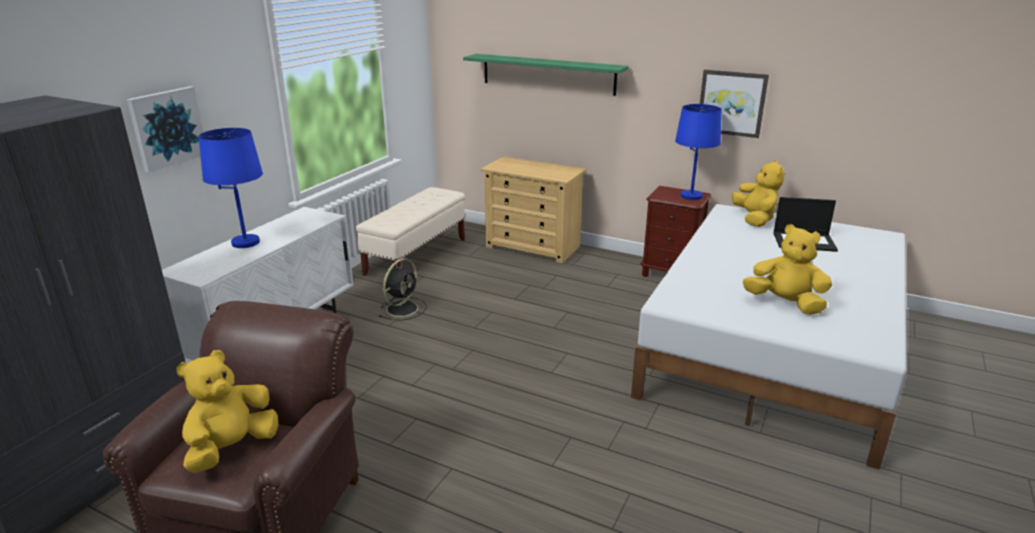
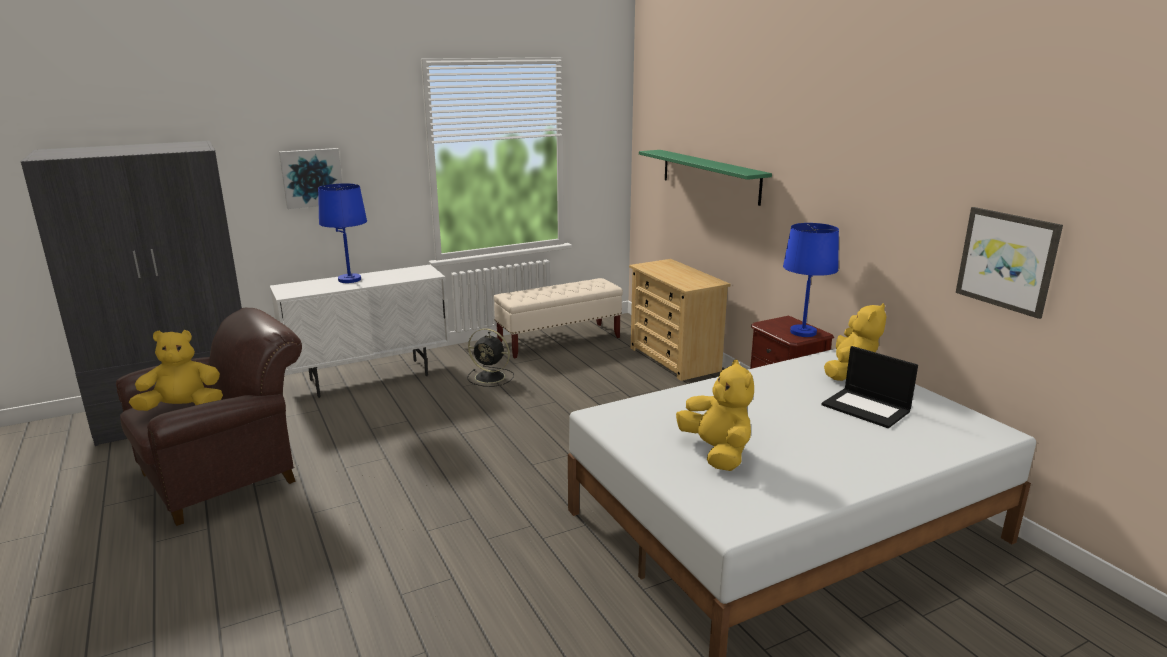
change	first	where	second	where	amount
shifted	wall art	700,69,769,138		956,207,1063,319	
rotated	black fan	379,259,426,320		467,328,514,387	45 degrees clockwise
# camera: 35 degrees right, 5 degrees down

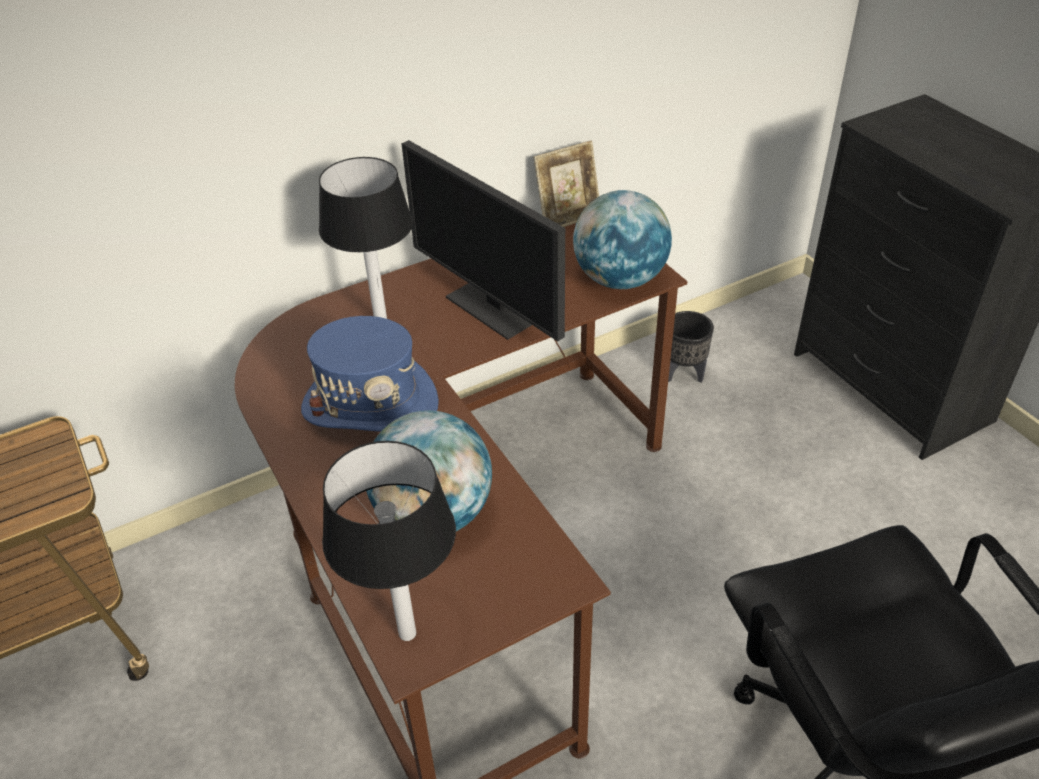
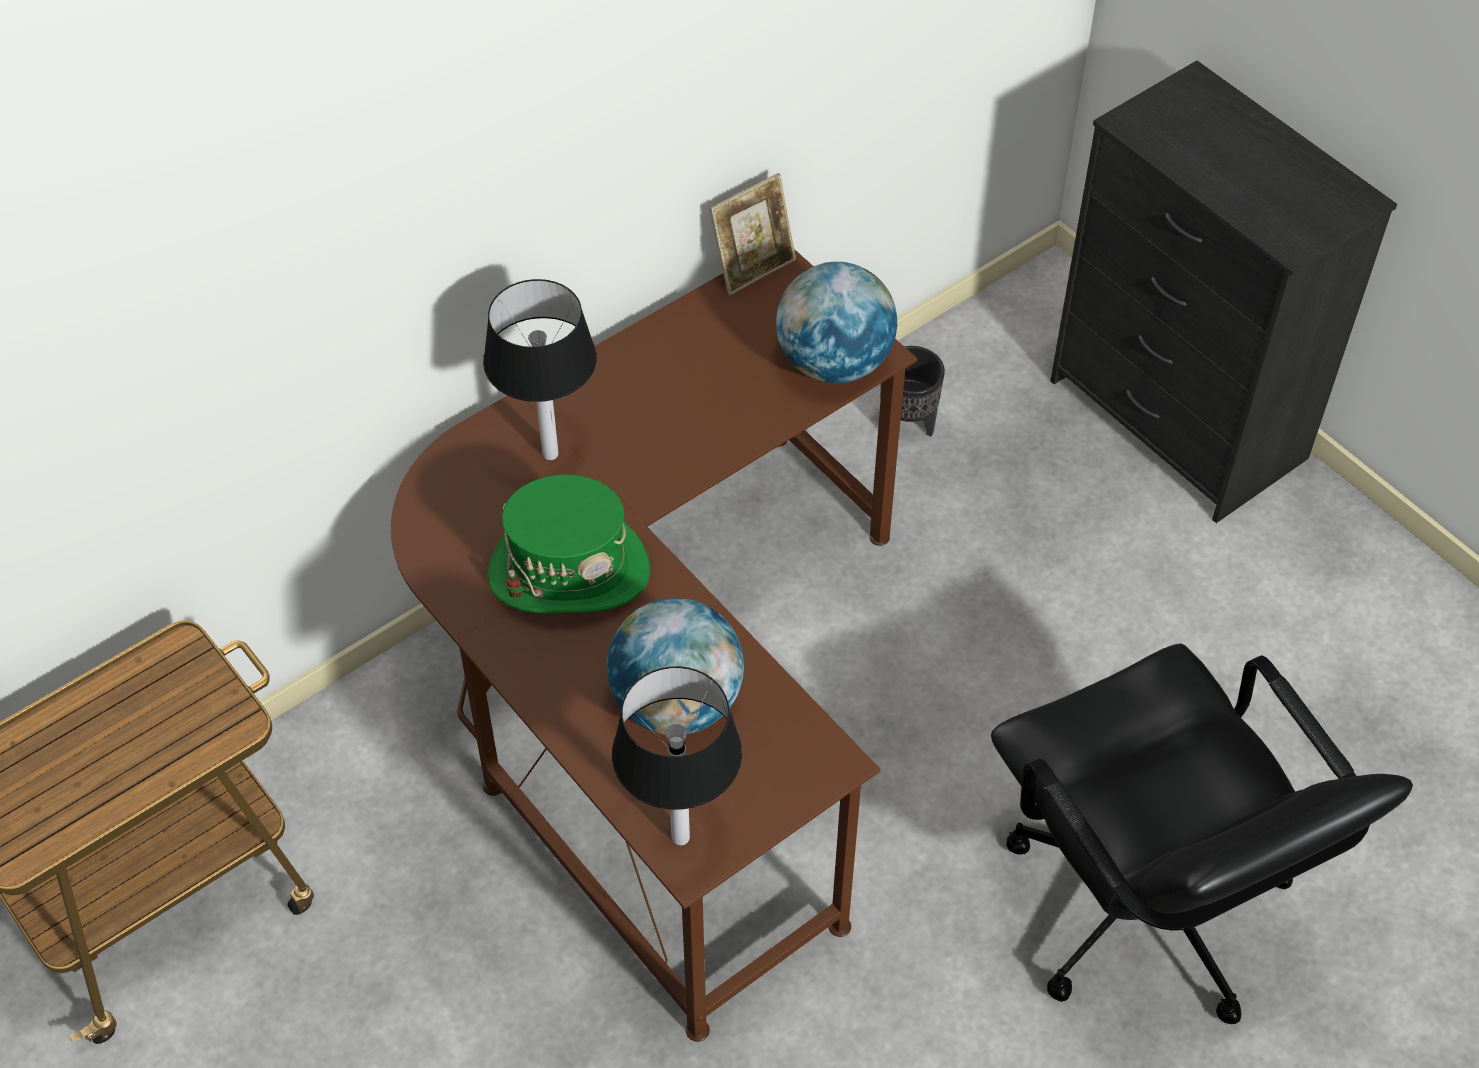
change	first	where	second	where	amount
gone	computer display	401,140,565,341			
repainted	bluish wearable hat	301,316,439,432	green wearable hat	488,475,650,613	
# camera: 10 degrees left, 10 degrees up

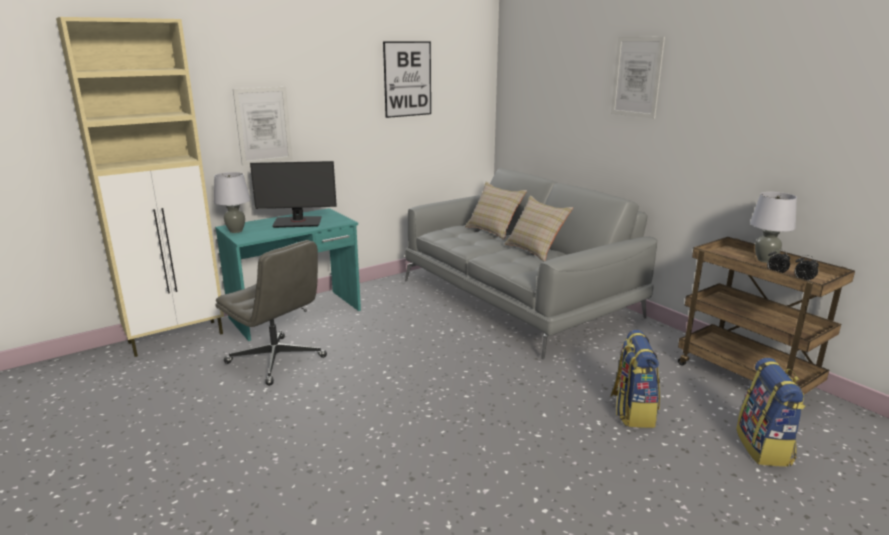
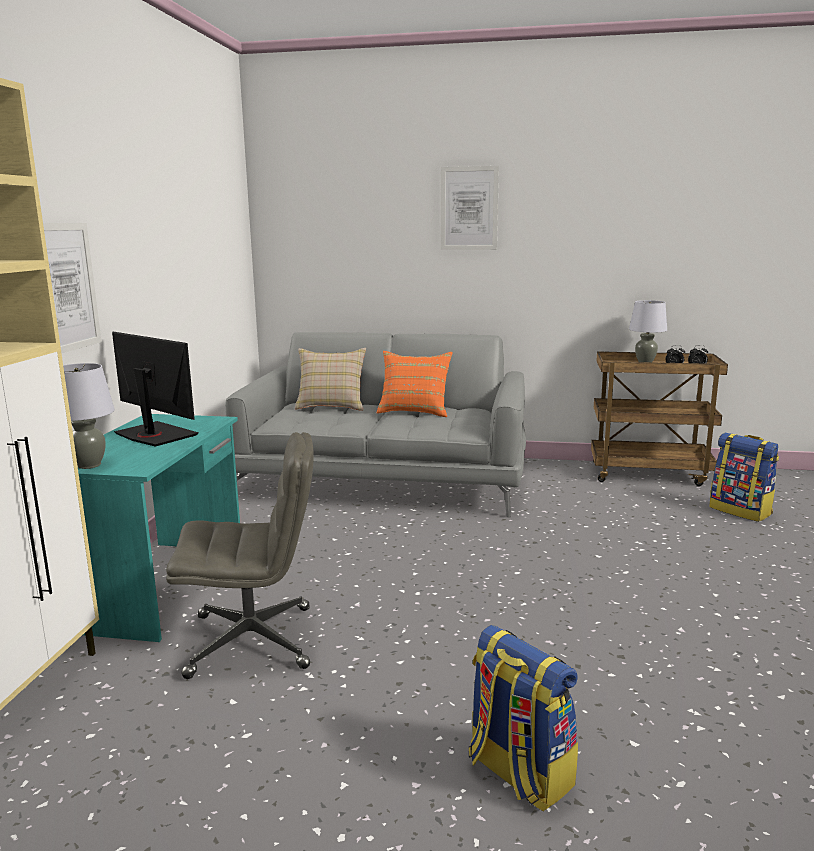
change	first	where	second	where	amount
gone	wall art	383,42,431,118			
shifted	backpack	611,330,660,428		469,625,578,811	
repainted	beige throw pillow	505,195,573,261	orange throw pillow	377,351,453,417	
rotated	computer display	250,161,337,228		112,332,199,447	90 degrees counterclockwise
# camera: 45 degrees left, 5 degrees down

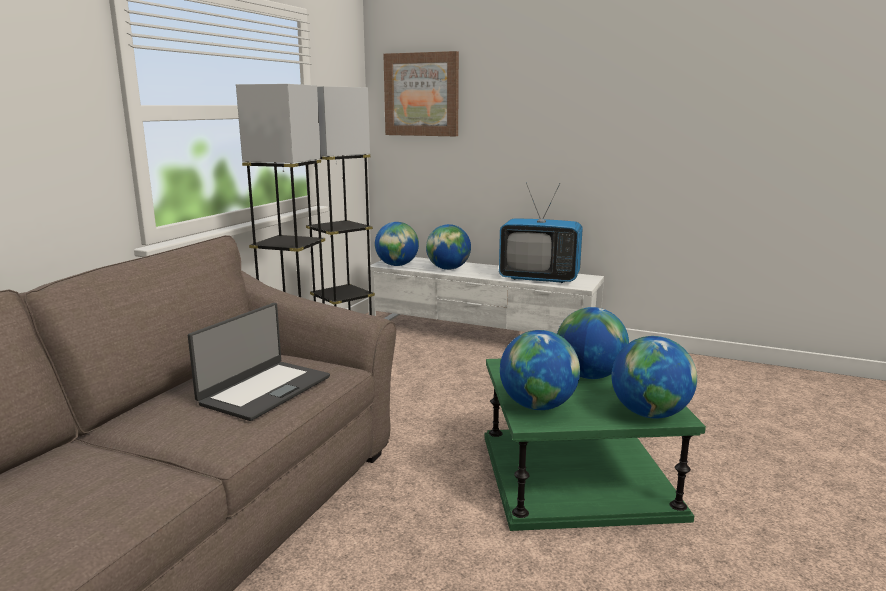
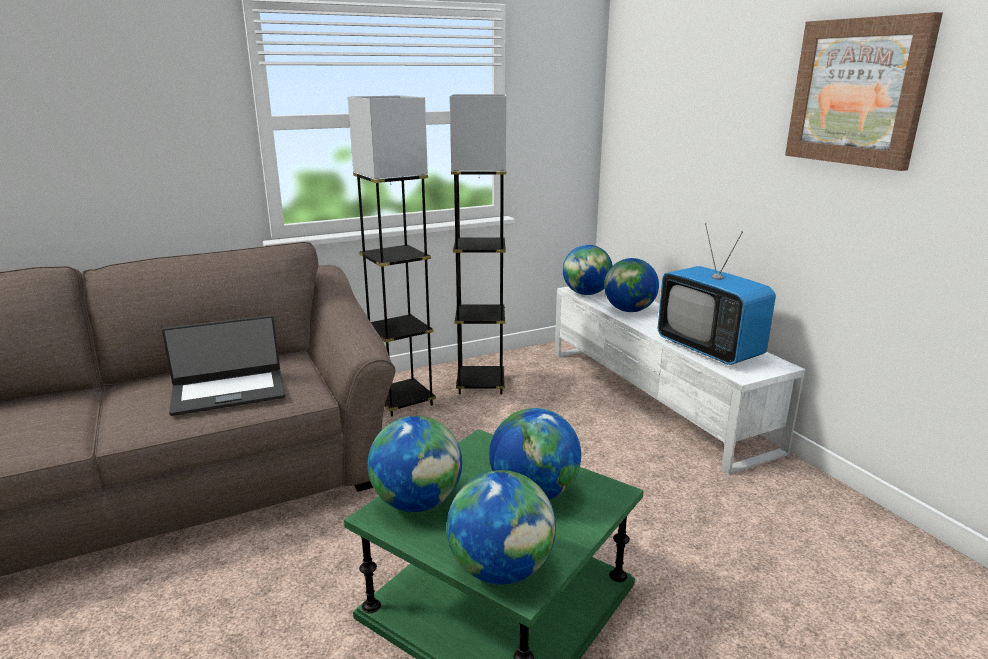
change	first	where	second	where	amount
shifted	wall art	383,51,459,136		785,12,943,171	
# camera: 40 degrees right, 5 degrees up

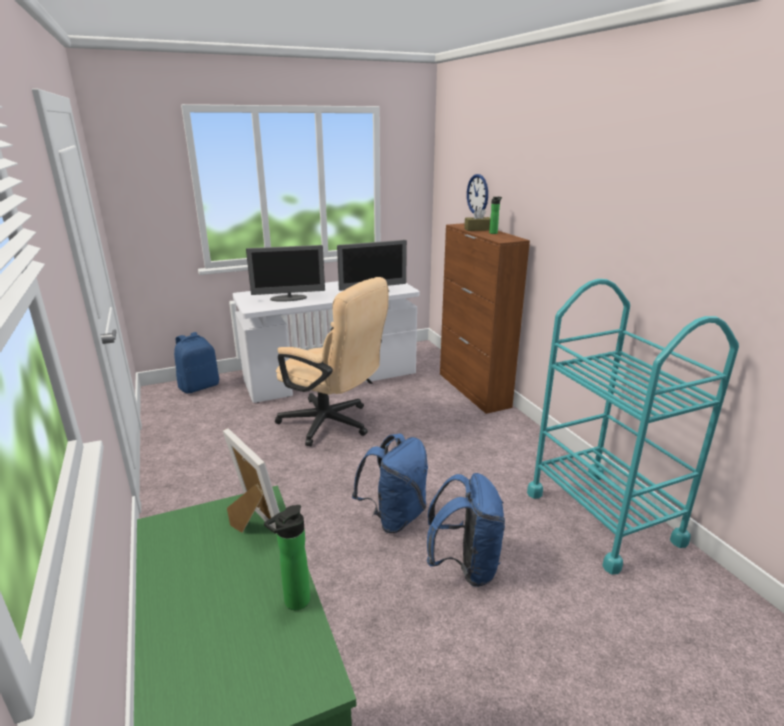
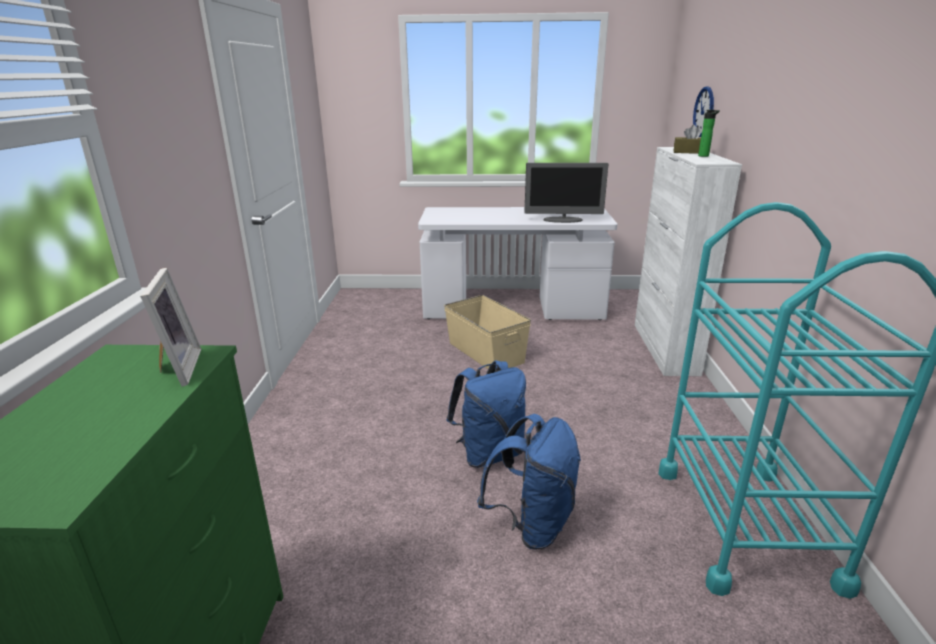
change	first	where	second	where	amount
gone	bluish backpack	174,332,219,394			
gone	computer display	246,245,325,302			
gone	bottle	264,505,310,610			
swapped	beige office chair	275,277,389,446	beige storage container	444,295,531,369	
repainted	brown cupboard	440,223,530,414	white-coloured cupboard	635,147,742,376	
# camera: 25 degrees right, 0 degrees up

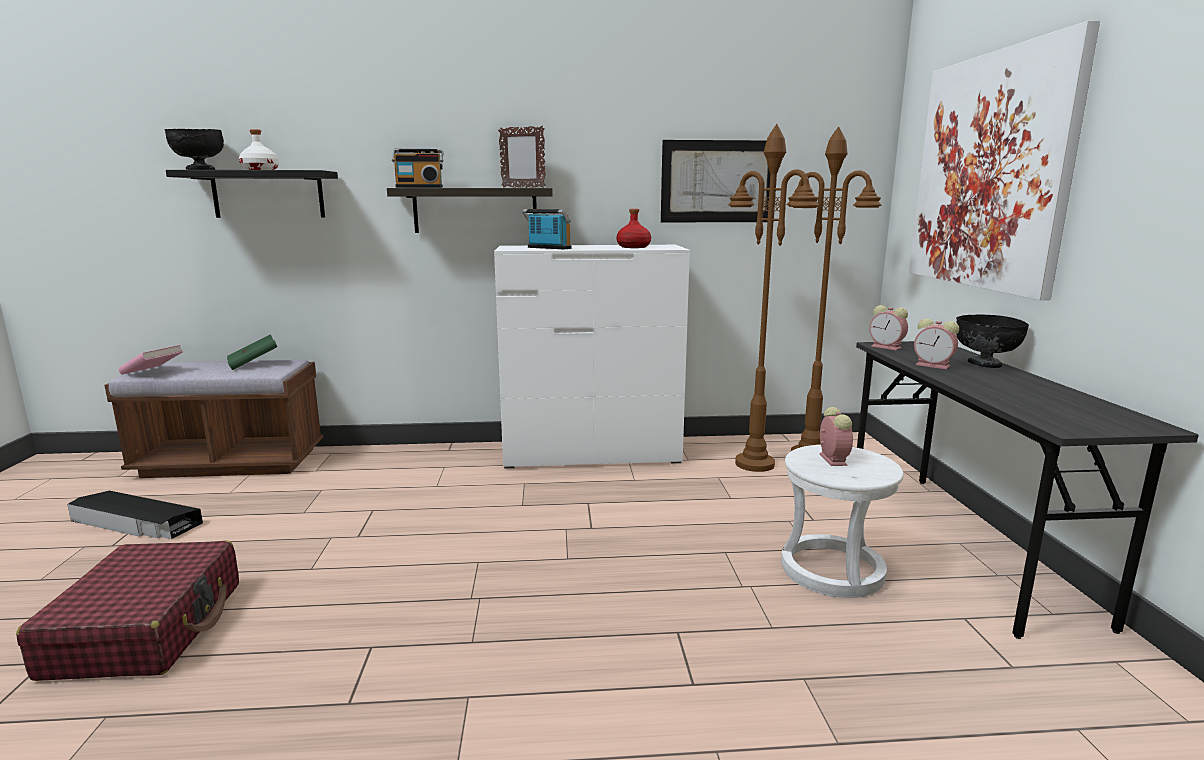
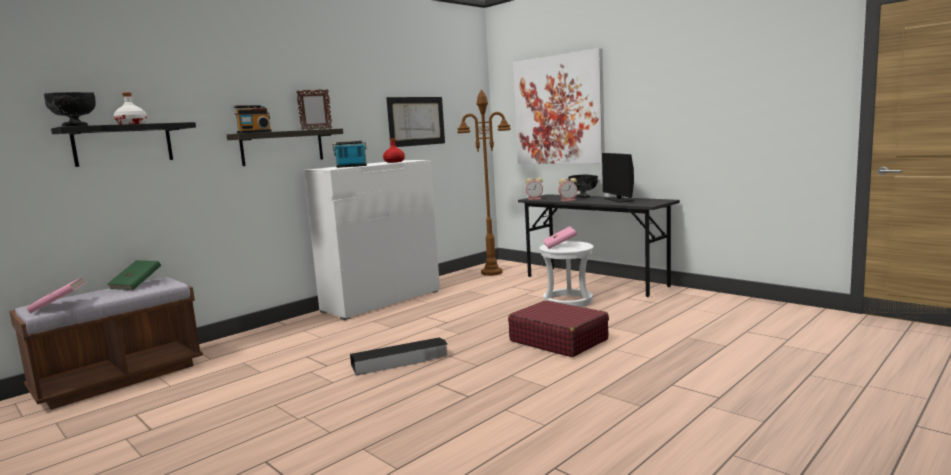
change	first	where	second	where	amount
gone	brown standard lamp	728,124,819,472			
new			computer display	602,153,634,202	
shifted	red-coloured suitcase	16,541,239,681		508,300,609,357	
shifted	black storage container	67,491,203,539		350,338,447,376	
swapped	table clock	820,407,853,466	pink-coloured bound book	543,226,577,249	
# camera: 40 degrees left, 5 degrees down

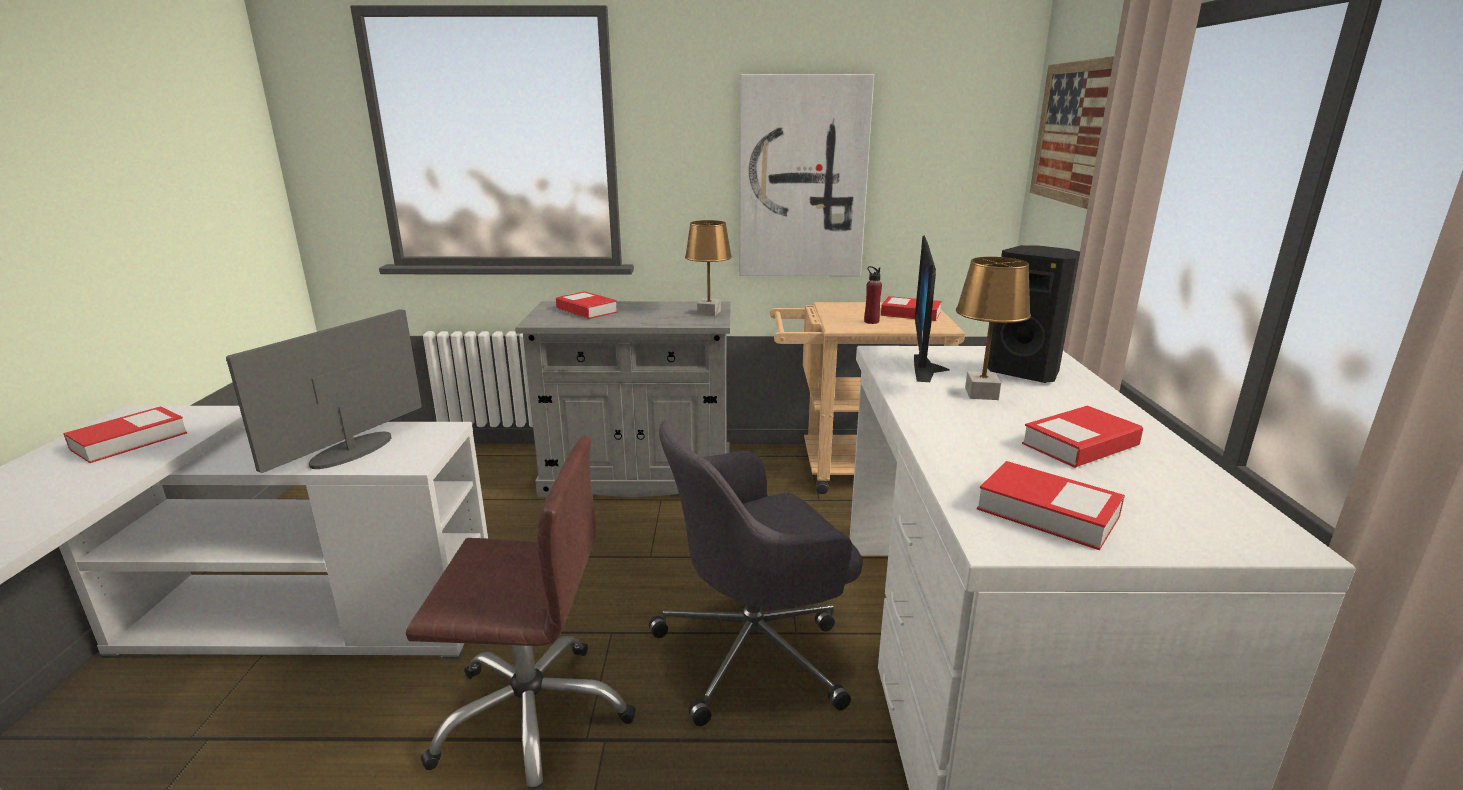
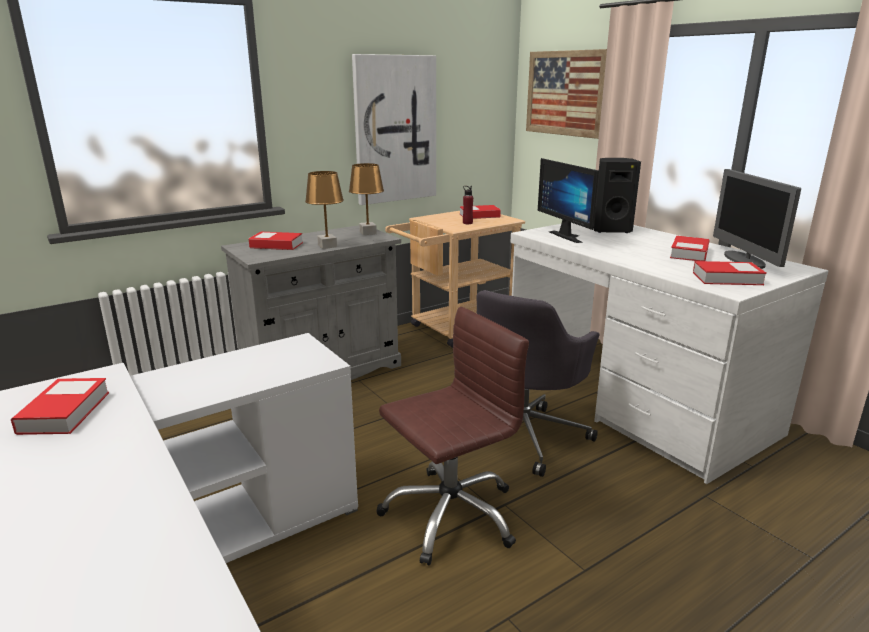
change	first	where	second	where	amount
shifted	computer display	226,309,422,473		713,169,801,269	
shifted	brown lamp for a table	956,257,1031,400		305,171,344,249	
# camera: 35 degrees left, 0 degrees up

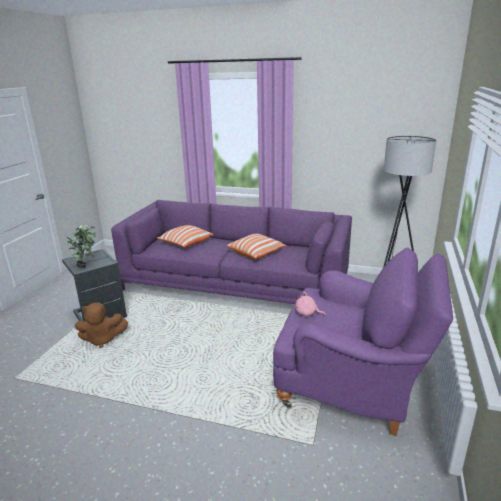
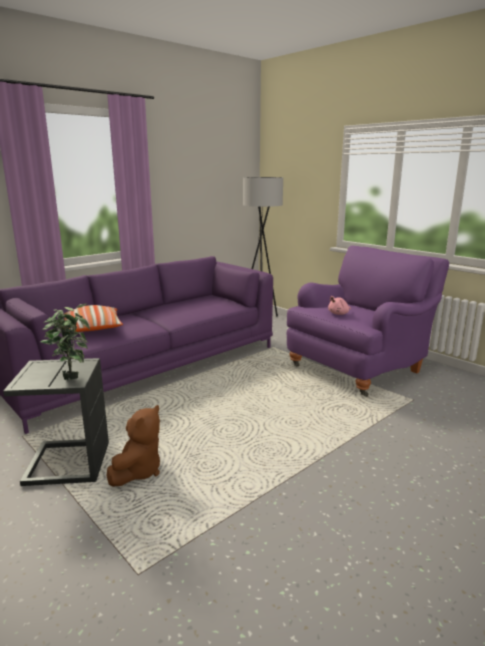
change	first	where	second	where	amount
gone	throw pillow	227,234,286,259			
# camera: 60 degrees left, 5 degrees down

